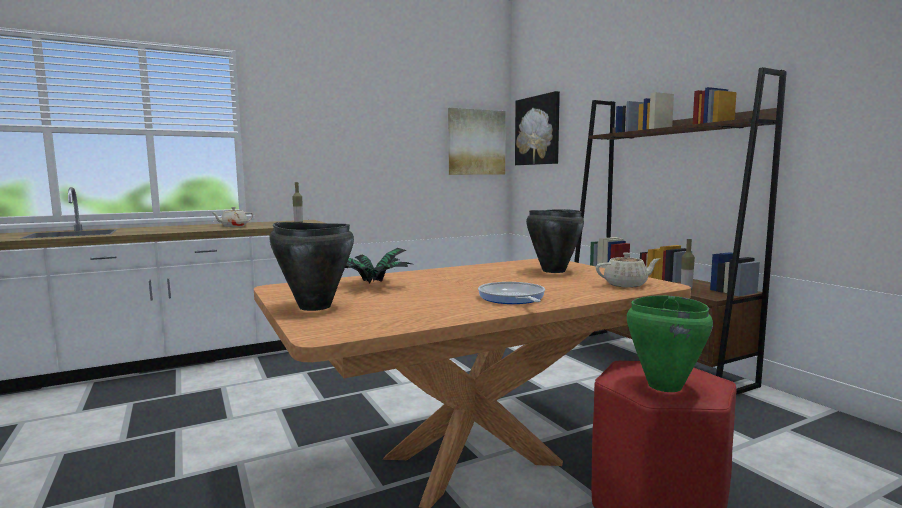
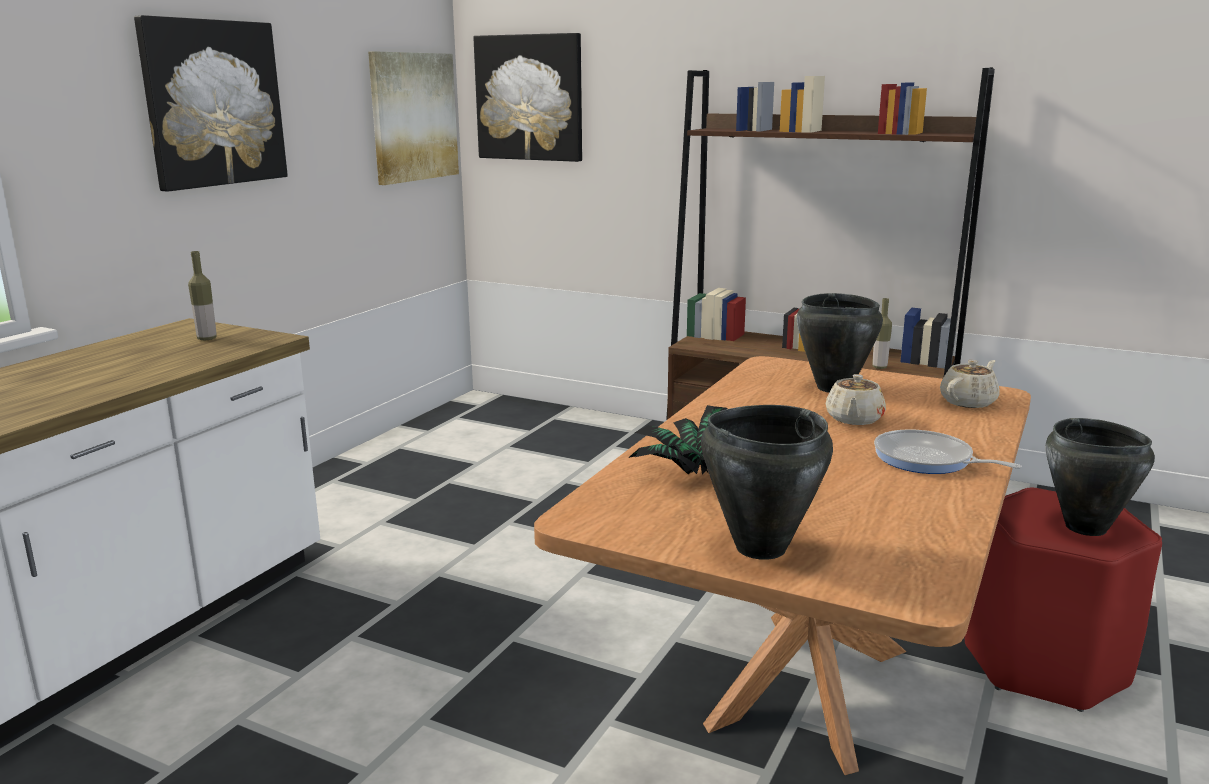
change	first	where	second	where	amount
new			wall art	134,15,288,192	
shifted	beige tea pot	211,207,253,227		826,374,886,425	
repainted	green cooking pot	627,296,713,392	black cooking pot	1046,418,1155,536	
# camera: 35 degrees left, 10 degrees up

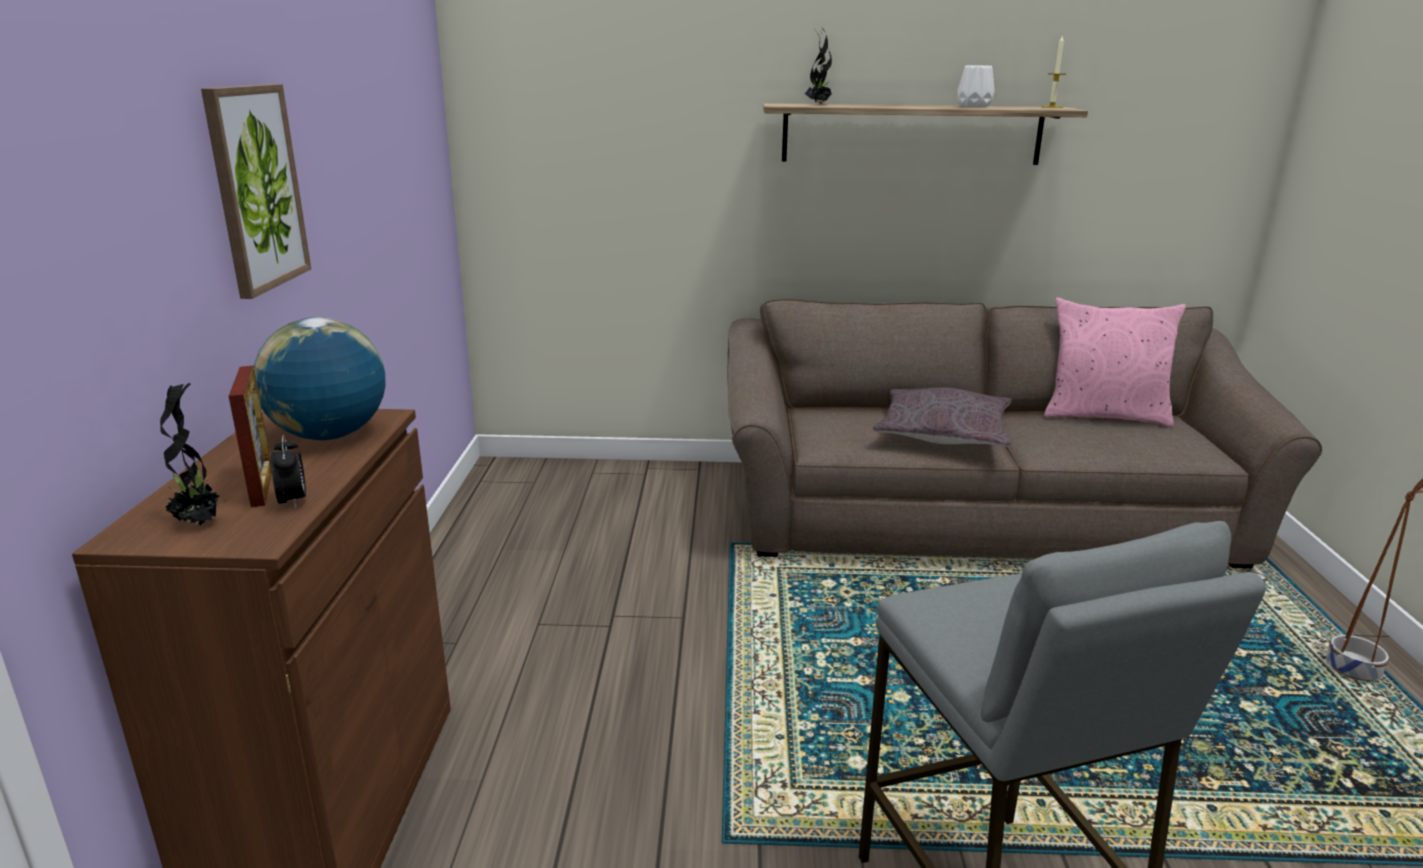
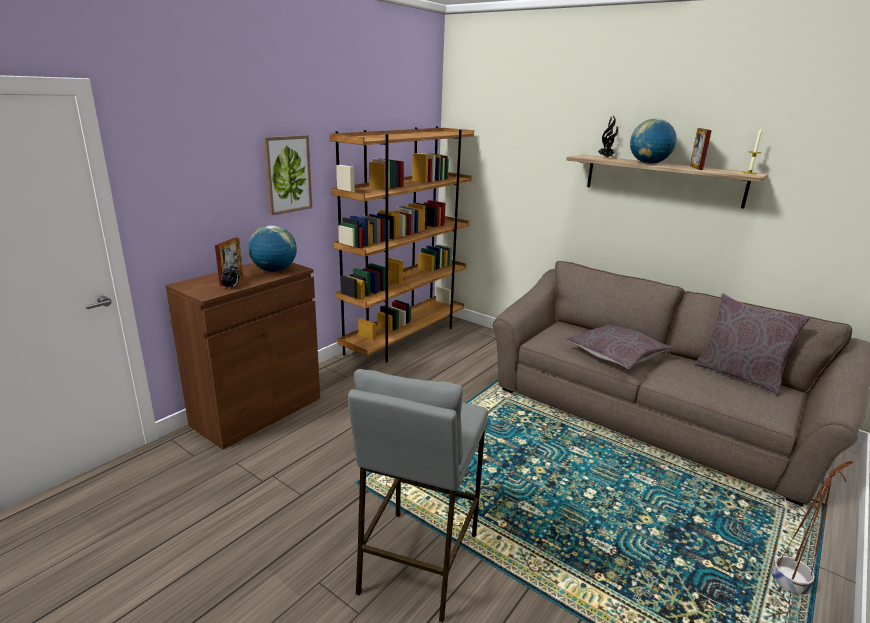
change	first	where	second	where	amount
gone	plant in a pot	160,383,226,525			
new			brown bookcase	330,126,474,363	
new			world globe	630,119,677,164	
swapped	white-coloured decorative vase	957,65,995,108	photo frame	690,128,712,170	
repainted	pink-coloured throw pillow	1044,298,1186,428	grey throw pillow	695,293,811,396	
# camera: 35 degrees right, 0 degrees up

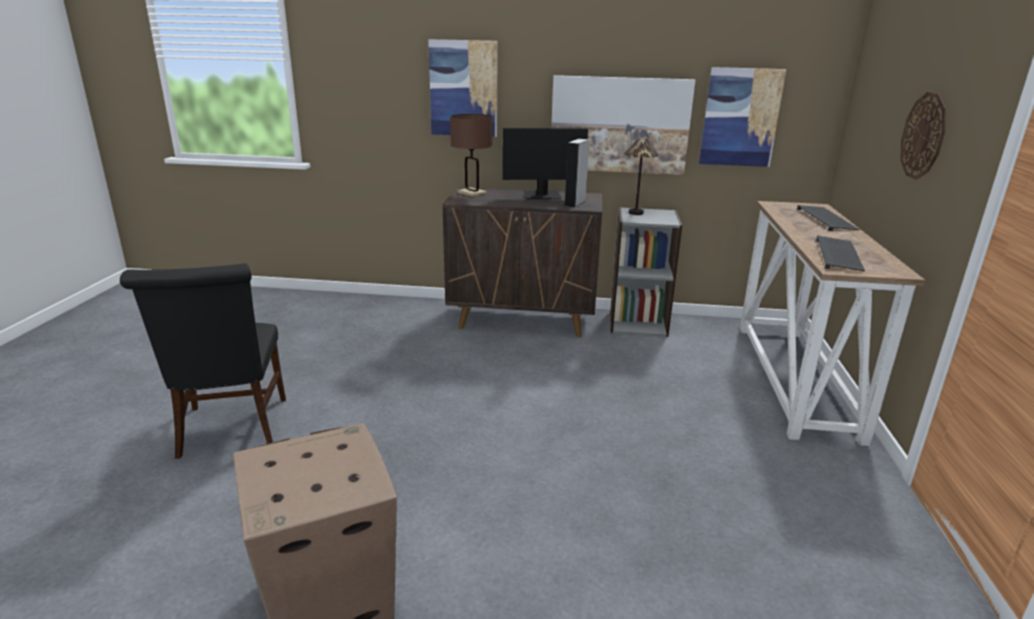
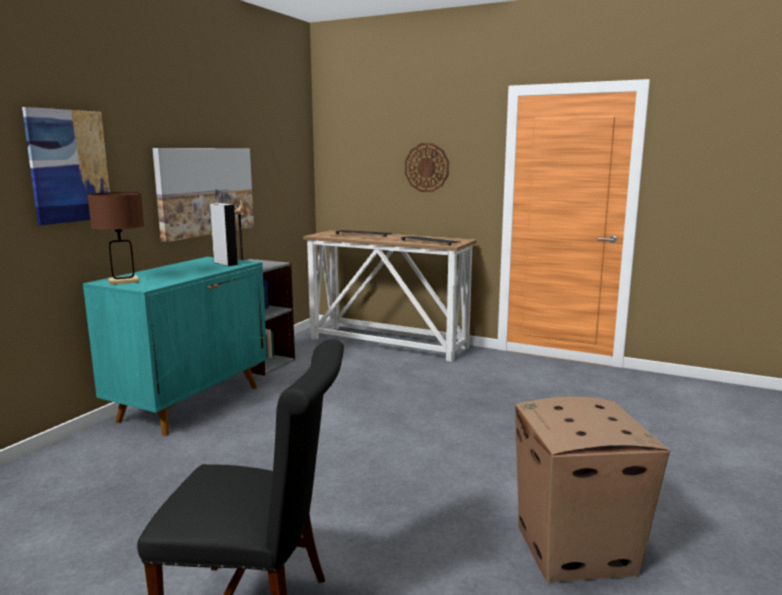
change	first	where	second	where	amount
gone	computer display	503,128,588,199			
gone	wall art	699,67,786,167			
repainted	brown cupboard	443,187,602,337	blue-green cupboard	83,257,267,436	
# camera: 70 degrees left, 10 degrees down

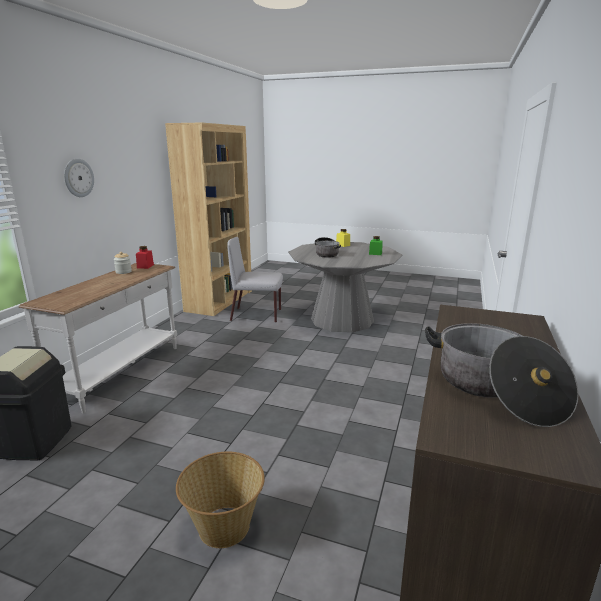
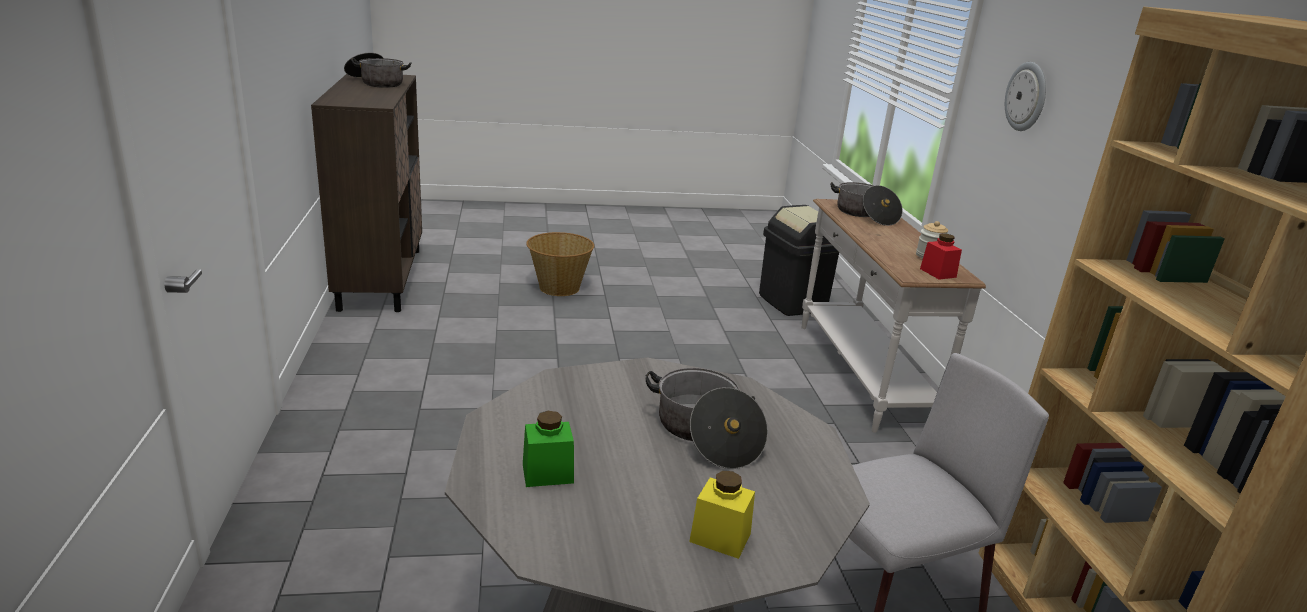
change	first	where	second	where	amount
new			cooking pot	830,182,903,226	
# camera: 150 degrees right, 5 degrees up

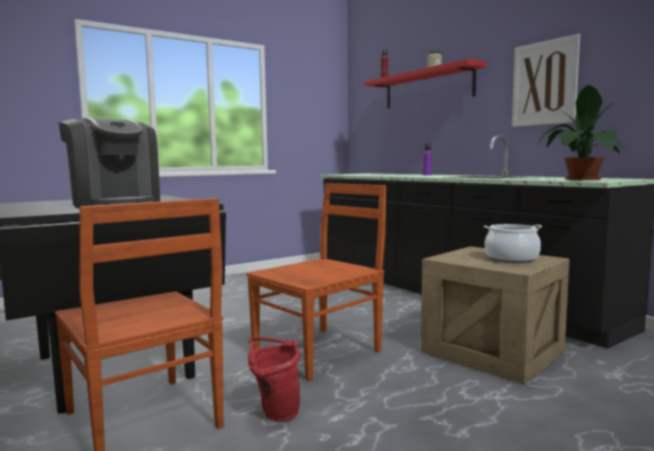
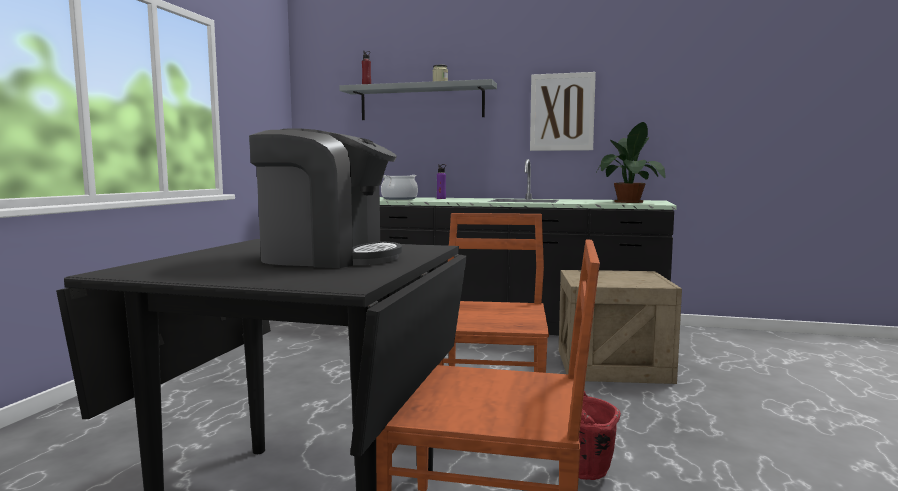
change	first	where	second	where	amount
shifted	cooking pot	484,224,542,263		381,175,418,200	
repainted	red-coloured shelf	364,59,486,109	grey shelf	339,79,497,120	
# camera: 40 degrees left, 0 degrees up

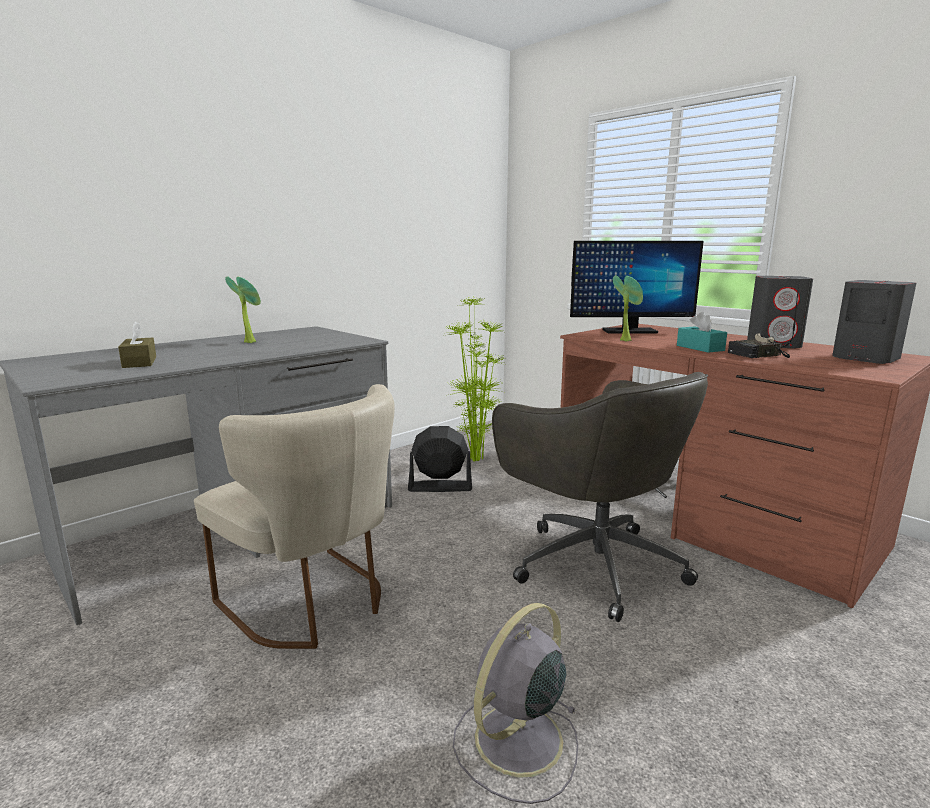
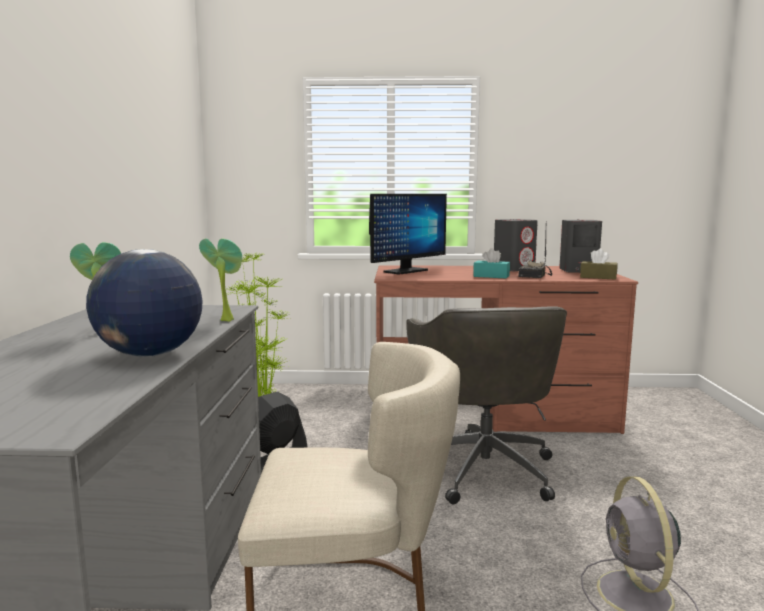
change	first	where	second	where	amount
new			world globe	86,249,203,357	
shifted	brown tissue holder	118,321,156,368		580,248,618,280	
shifted	plant in a pot	613,275,643,342		199,238,242,322	
rotated	grey office chair	492,372,708,622		406,306,567,504	75 degrees clockwise
# camera: 45 degrees left, 5 degrees down

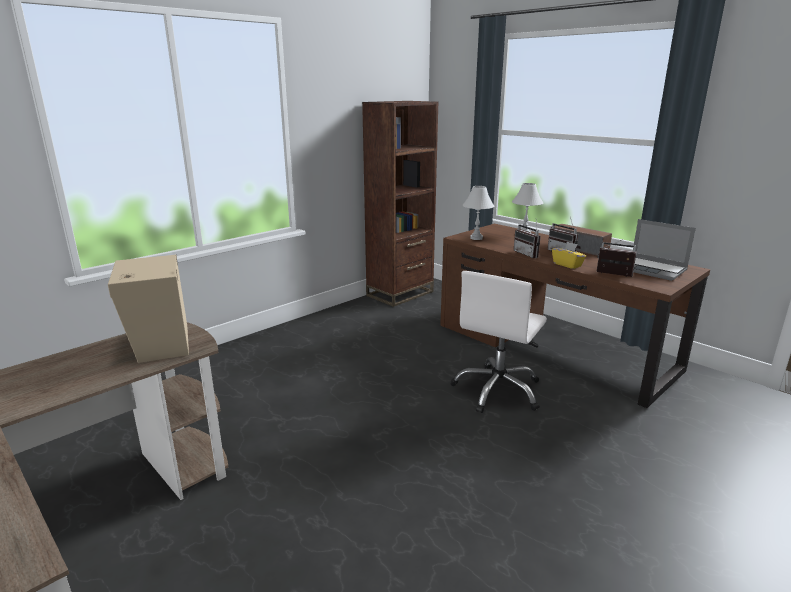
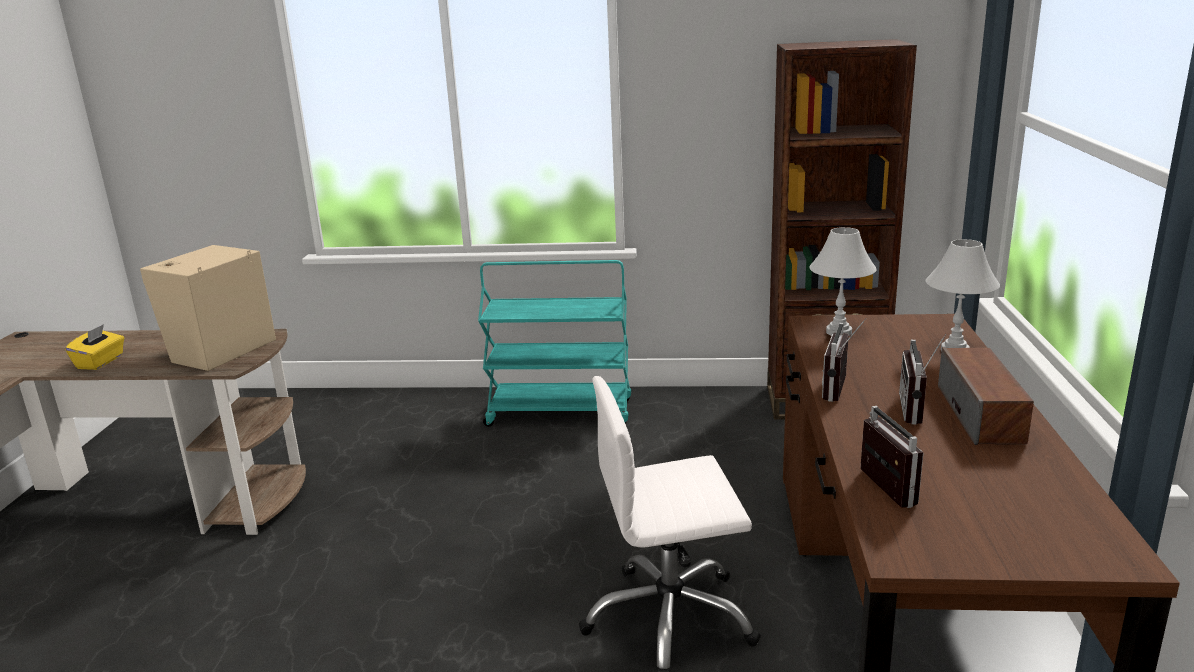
change	first	where	second	where	amount
gone	notebook computer	633,219,696,281			
new			blue-green trolley	478,260,631,426	
shifted	yellow-coloured tissue holder	552,241,586,269		65,324,124,370	
# camera: 50 degrees right, 0 degrees up

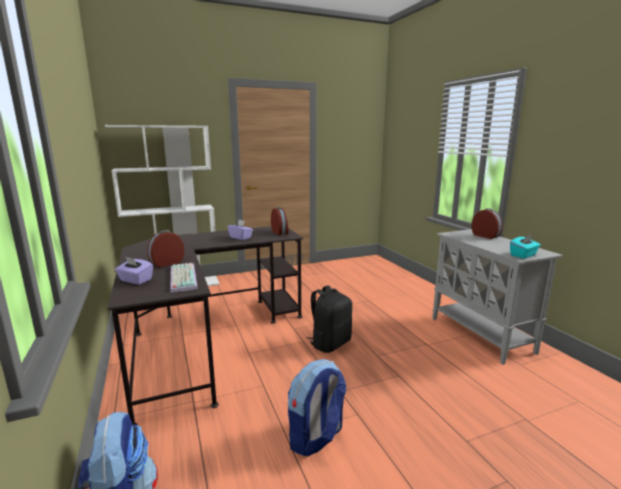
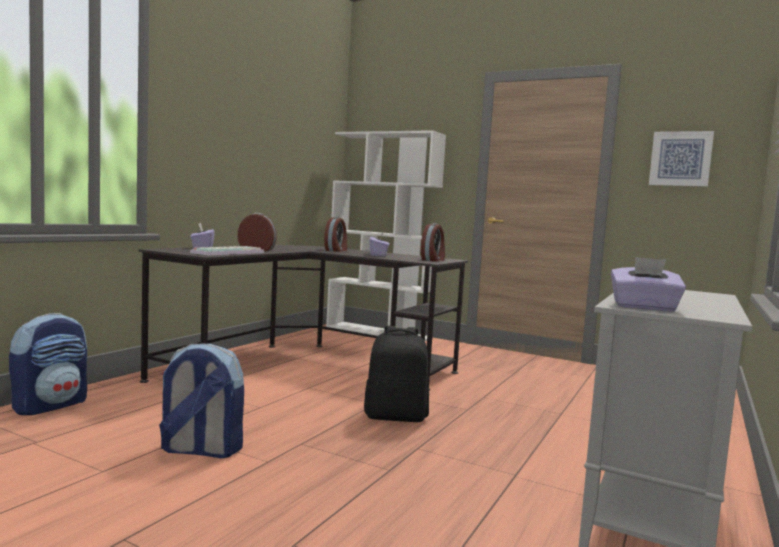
change	first	where	second	where	amount
new			wall art	649,131,714,187	
shifted	table clock	471,208,502,239		324,216,347,252	
repainted	blue-green tissue holder	510,234,541,259	purple-coloured tissue holder	611,257,686,311	
# camera: 50 degrees right, 10 degrees down

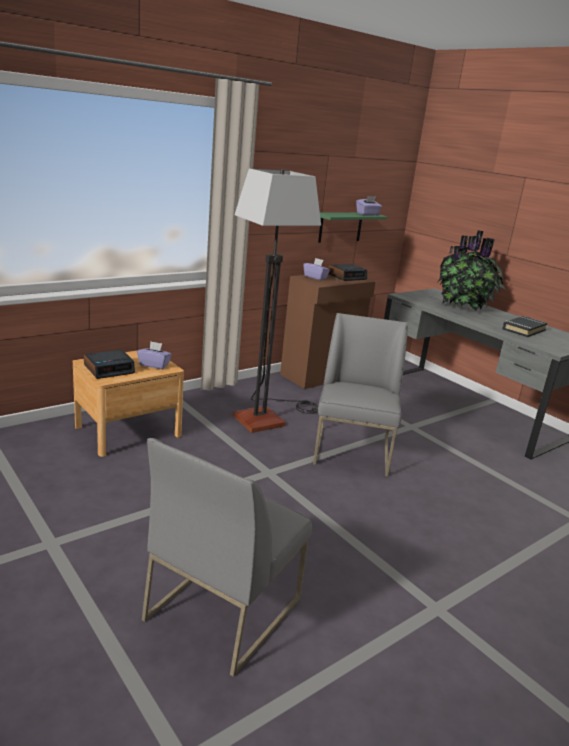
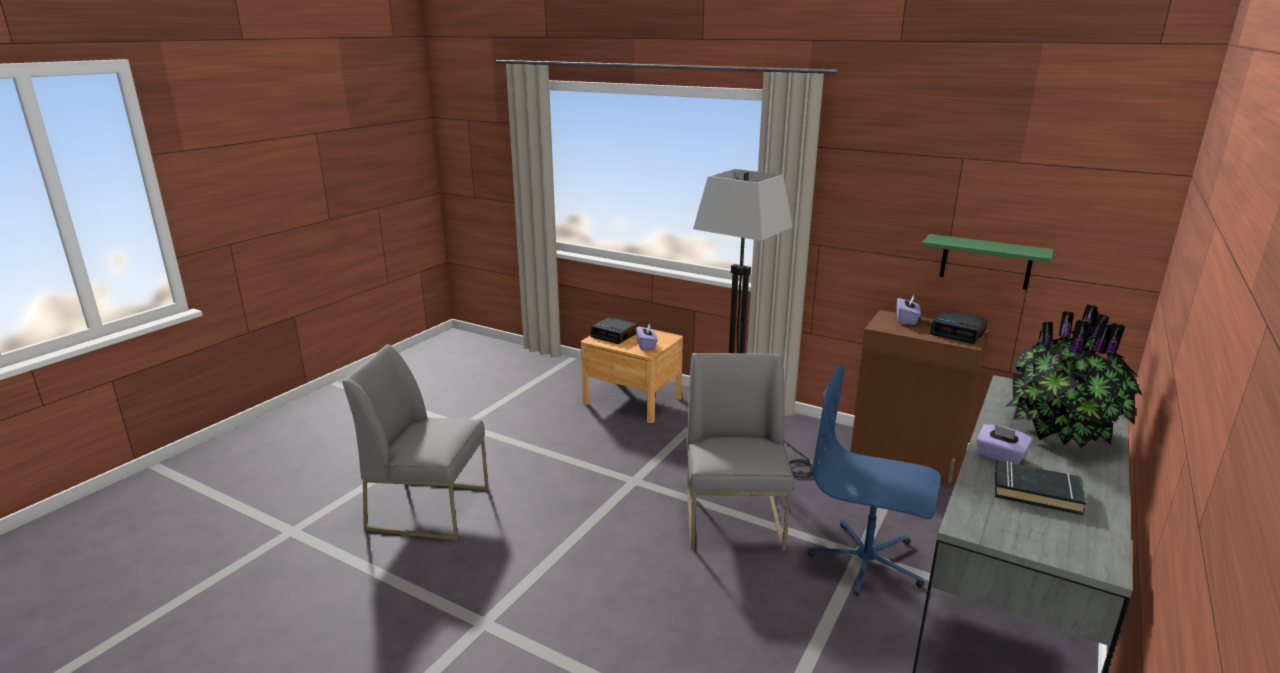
change	first	where	second	where	amount
new			bluish office chair	807,364,941,596	
shifted	purple-coloured tissue holder	356,196,382,215		976,424,1032,465	
rotated	grey chair	313,313,408,477		686,353,794,551	75 degrees counterclockwise
# camera: 70 degrees right, 0 degrees up

